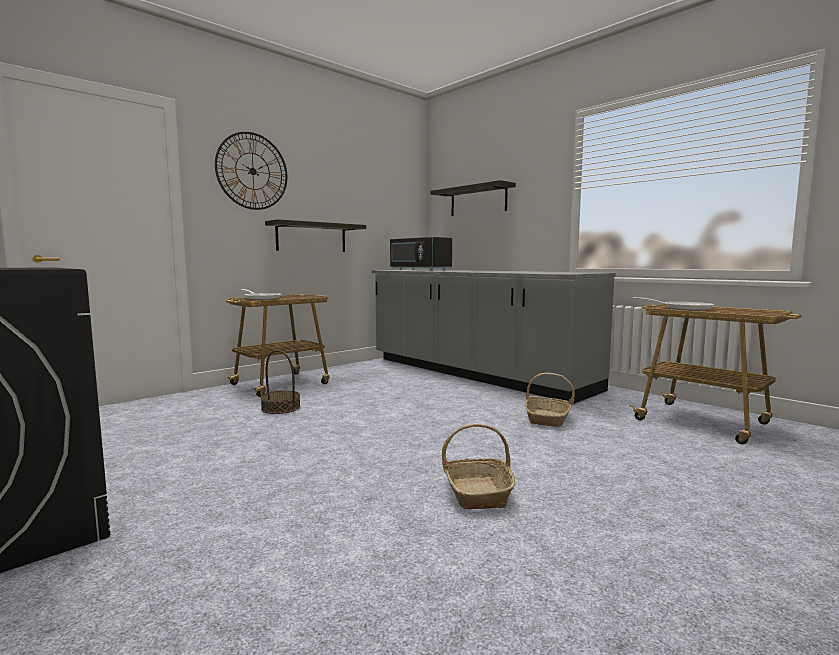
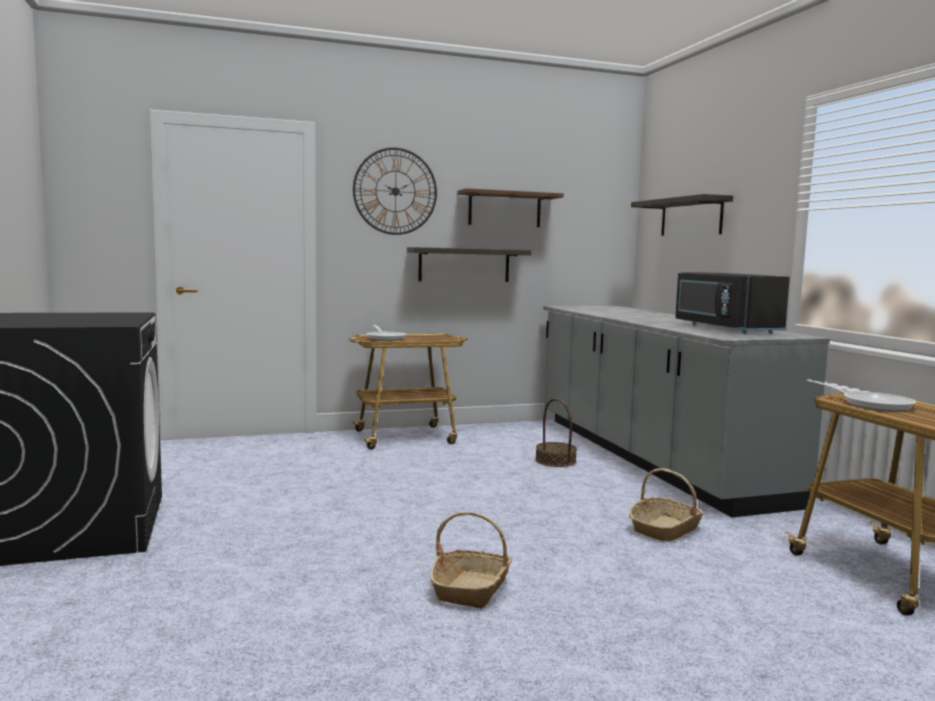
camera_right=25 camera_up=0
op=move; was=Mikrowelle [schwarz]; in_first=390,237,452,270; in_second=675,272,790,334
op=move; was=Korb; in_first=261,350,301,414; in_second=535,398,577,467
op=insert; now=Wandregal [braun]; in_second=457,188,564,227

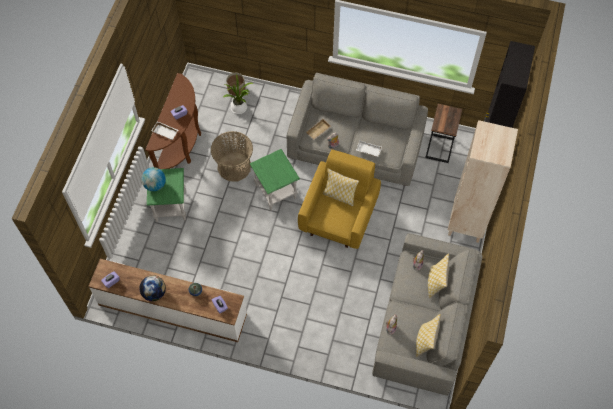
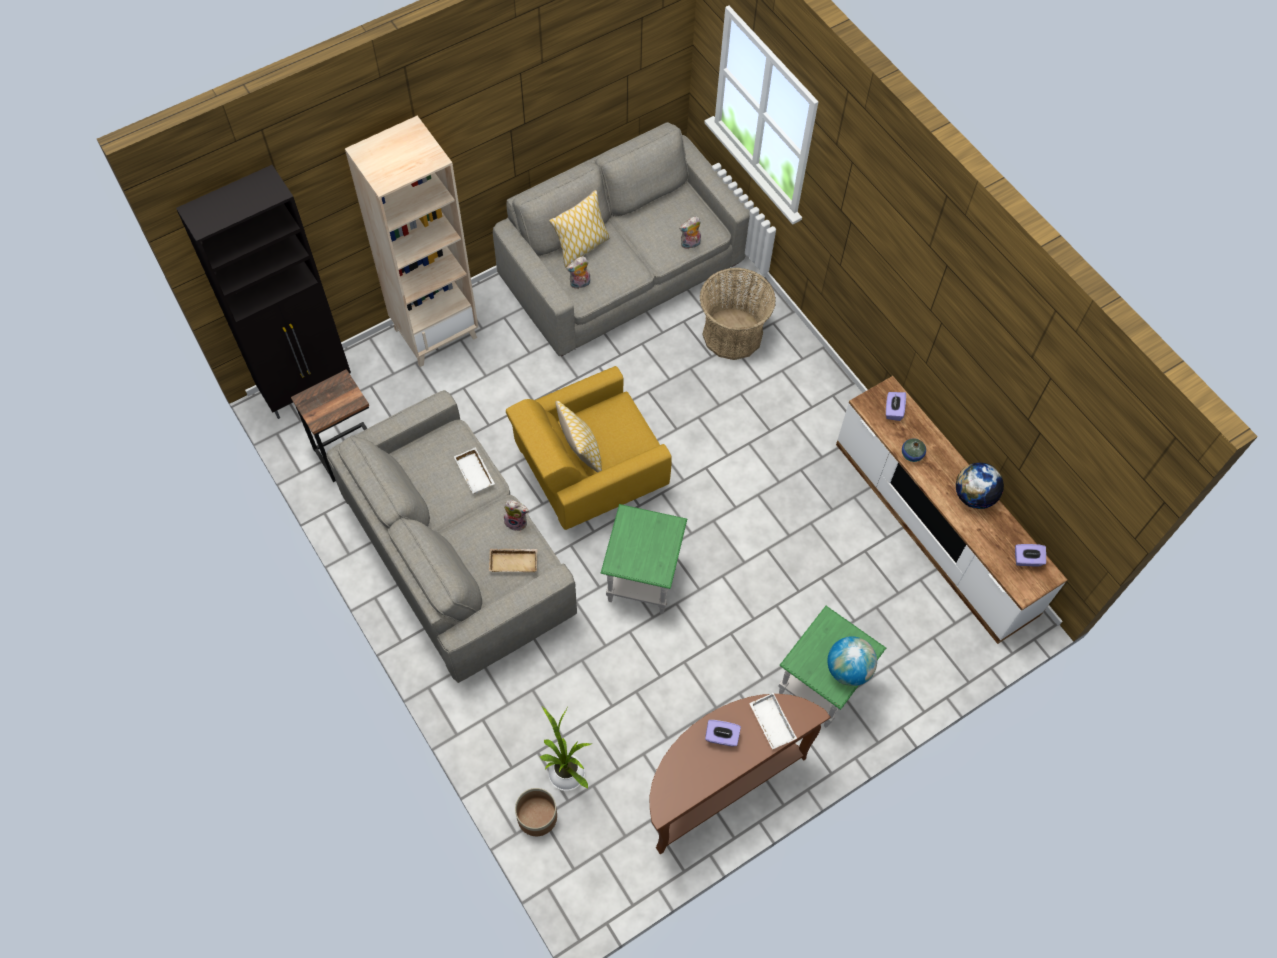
camera_right=-140 camera_up=0
op=move; was=Korb; in_first=211,131,253,182; in_second=700,268,776,360
op=delete; was=Kissen; in_first=416,314,441,357

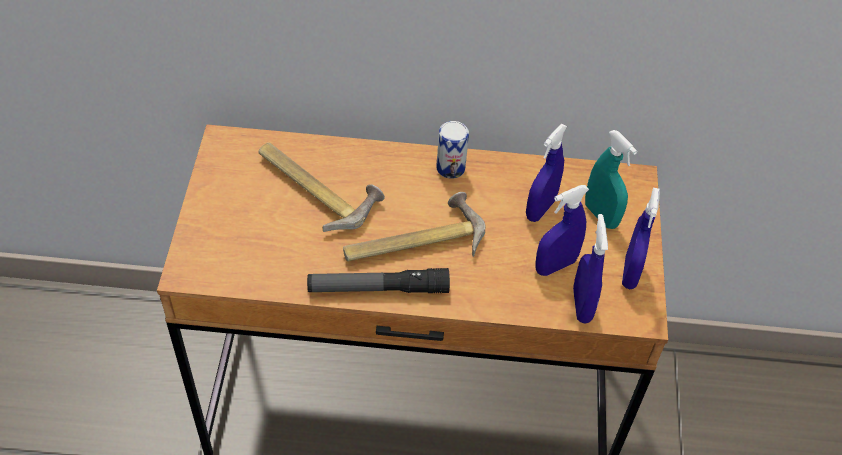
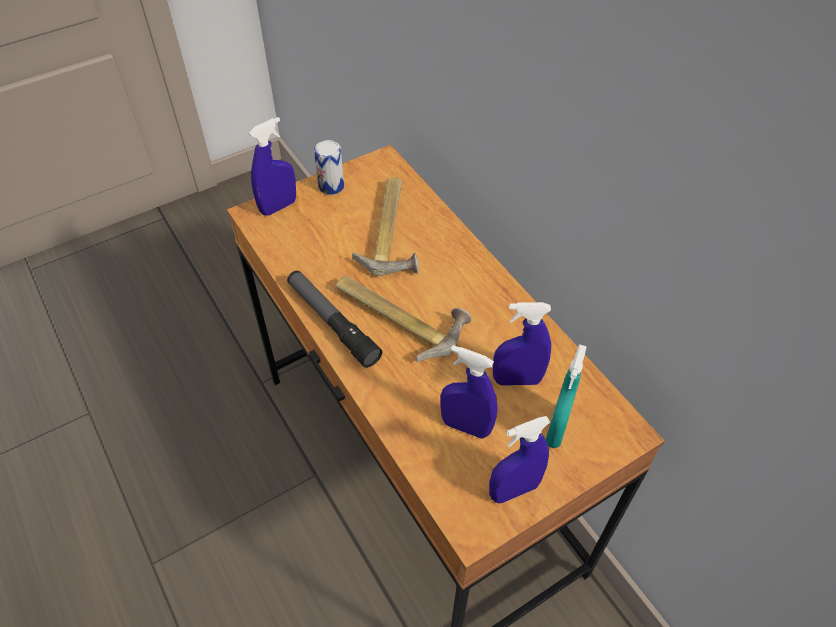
camera_right=55 camera_up=0
op=move; was=Dose; in_first=436,121,469,179; in_second=314,140,344,195
op=move; was=Sprühflasche [blau]; in_first=573,214,608,324; in_second=249,117,296,216

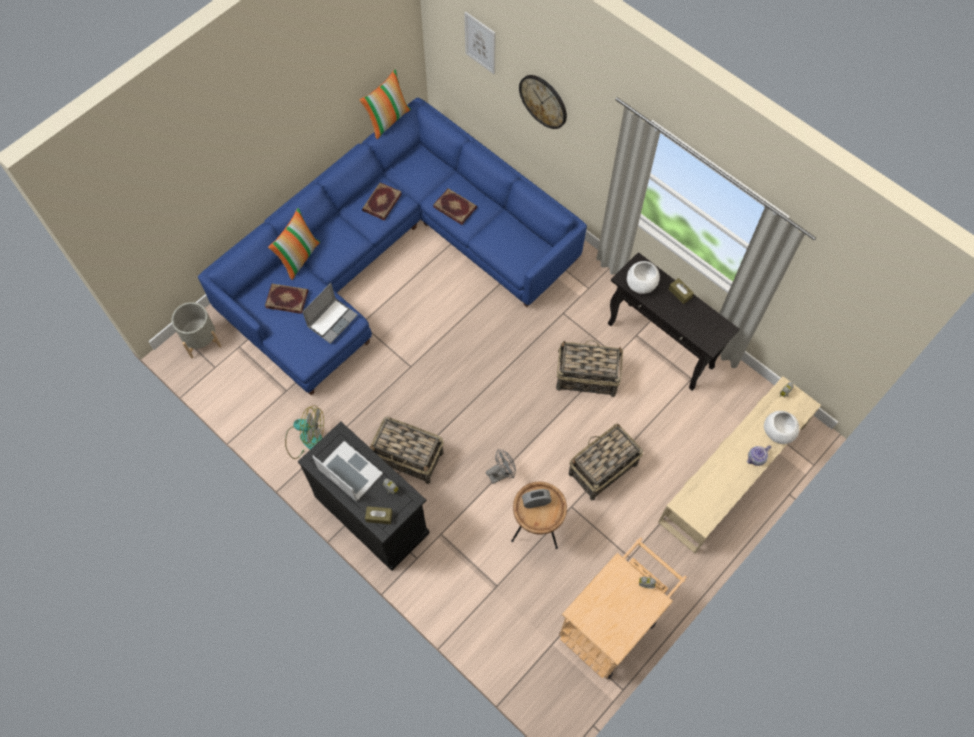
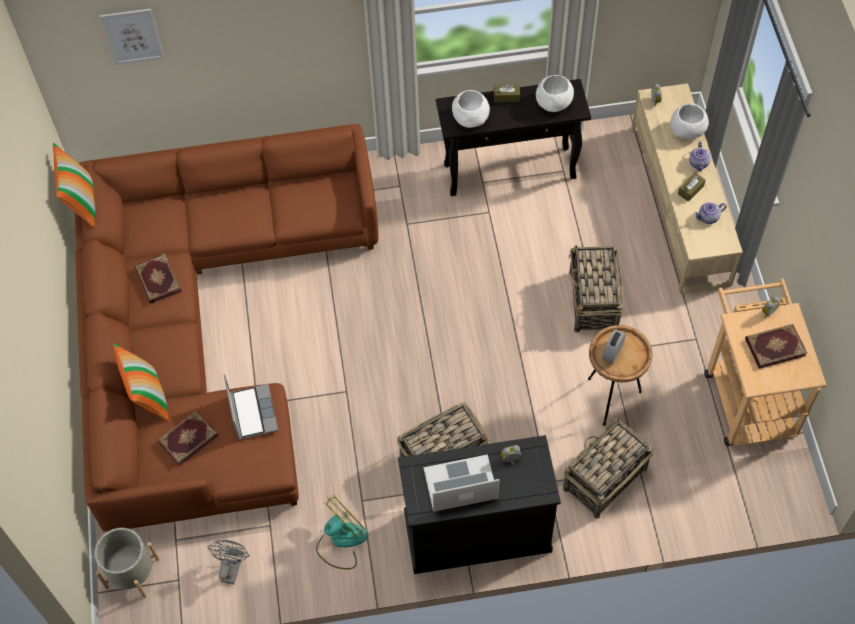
camera_right=-50 camera_up=-5
op=delete; was=Wanduhr; in_first=519,75,567,129
op=recolor; was=Sofa [blau]; now=Sofa [braun]; in_first=198,97,587,396; in_second=75,124,379,532
op=move; was=Buch; in_first=433,188,477,225; in_second=745,324,807,369
op=move; was=Korb; in_first=556,340,623,397; in_second=563,418,653,519
op=move; was=Ventilator [grau]; in_first=486,449,516,484; in_second=208,540,250,584
op=move; was=Taschentuchbox [braun]; in_first=365,506,392,524; in_second=678,173,706,202
op=insert; now=Schüssel [weiß]; in_second=536,75,574,112
op=insert; now=Teekanne; in_second=694,202,727,224

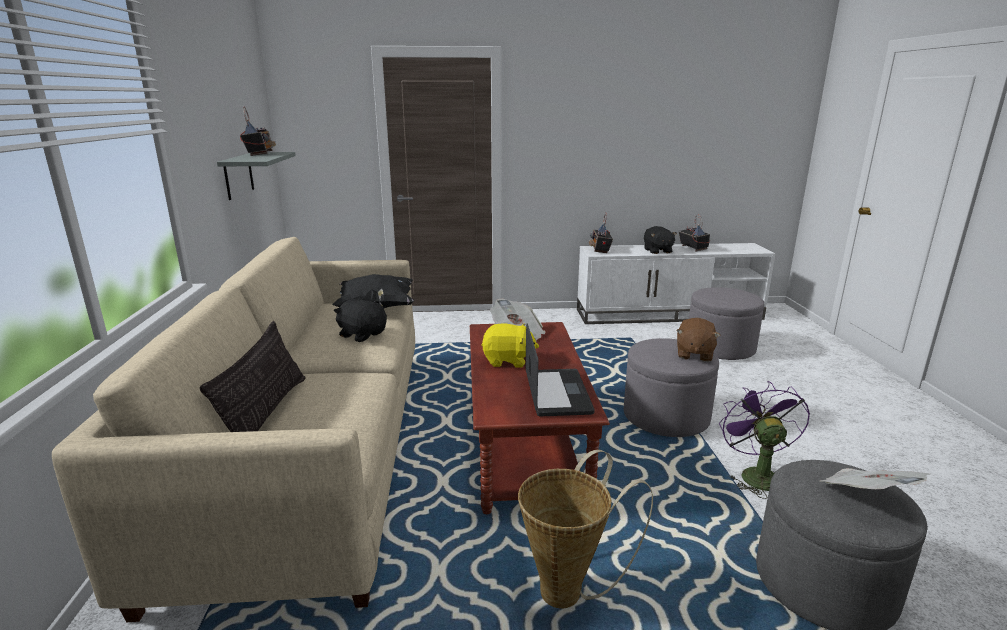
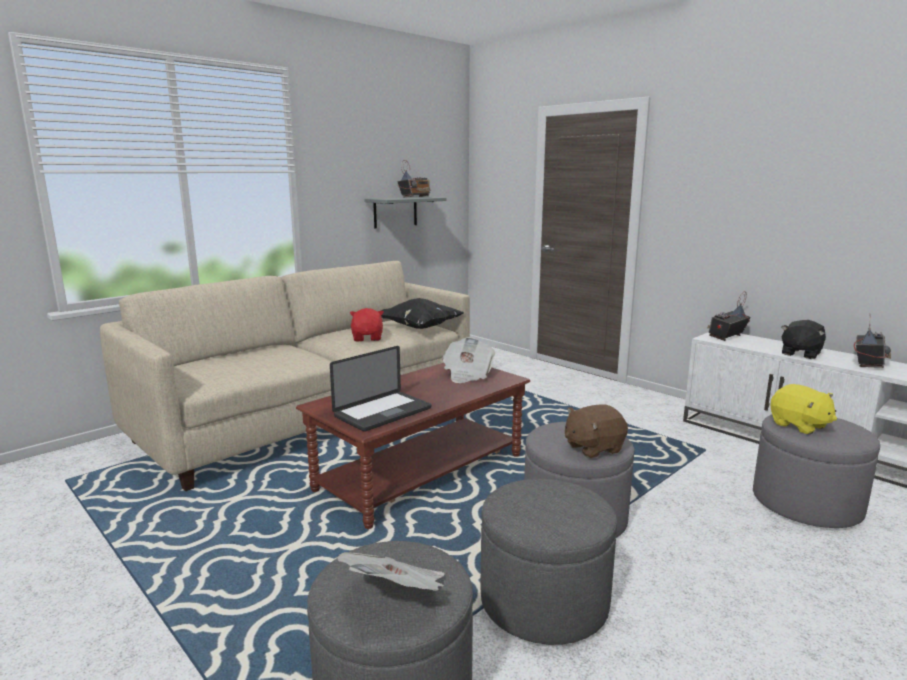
camera_right=50 camera_up=-5
op=recolor; was=Plüschtier [schwarz]; now=Plüschtier [rot]; in_first=334,298,387,342; in_second=350,308,384,341
op=delete; was=Kissen; in_first=200,321,306,432
op=move; was=Plüschtier [gelb]; in_first=481,323,539,368; in_second=770,384,837,435
op=replace; was=Ventilator [lila]; now=Polsterhocker [grau]; in_first=719,381,810,499; in_second=481,479,617,645
op=delete; was=Korb; in_first=518,449,653,608

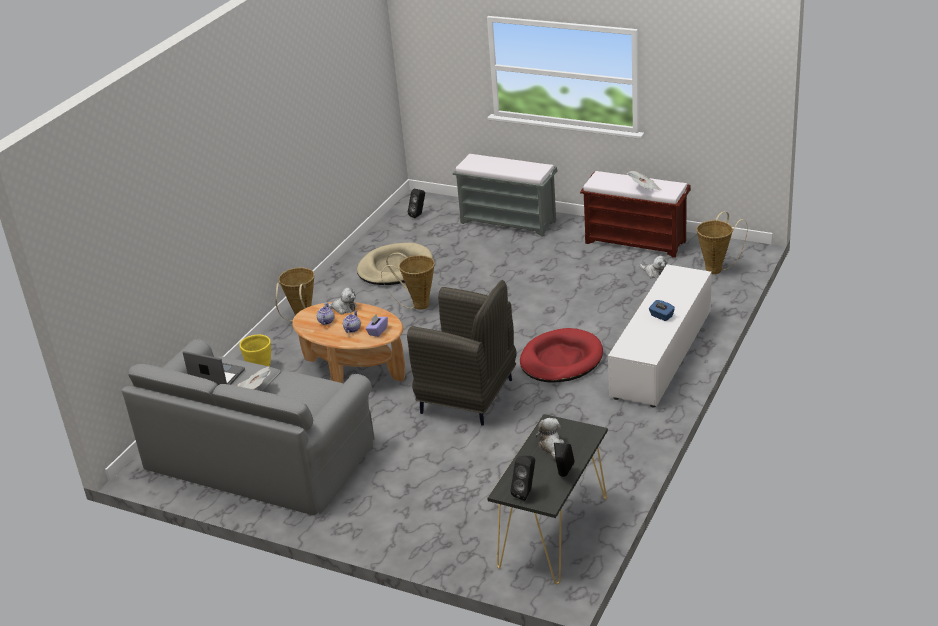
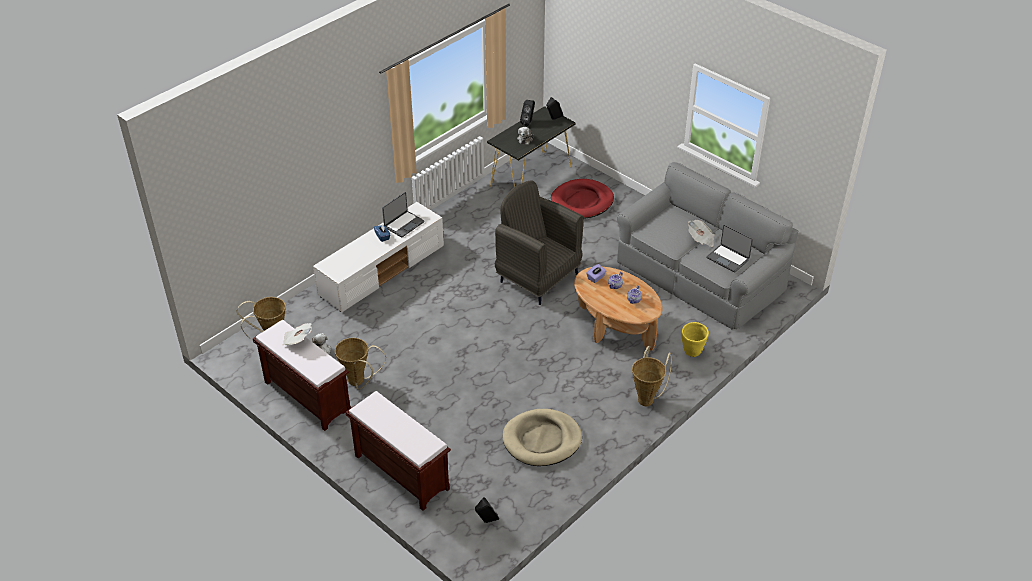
camera_right=-165 camera_up=10
op=recolor; was=Bank [grau]; now=Bank [braun]; in_first=453,154,557,237; in_second=346,391,451,511
op=move; was=Korb; in_first=381,252,435,310; in_second=335,338,386,389
op=delete; was=Plüschtier; in_first=324,288,357,314
op=move; was=Hundebett [rot]; in_first=520,328,603,383; in_second=551,179,614,218
op=insert; now=Laptop; in_second=382,192,424,238

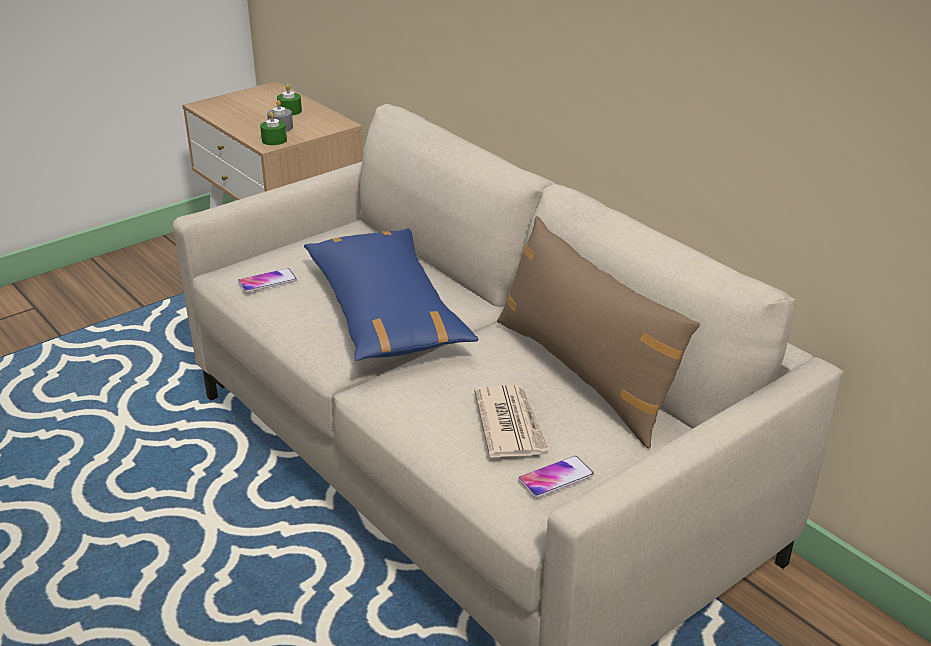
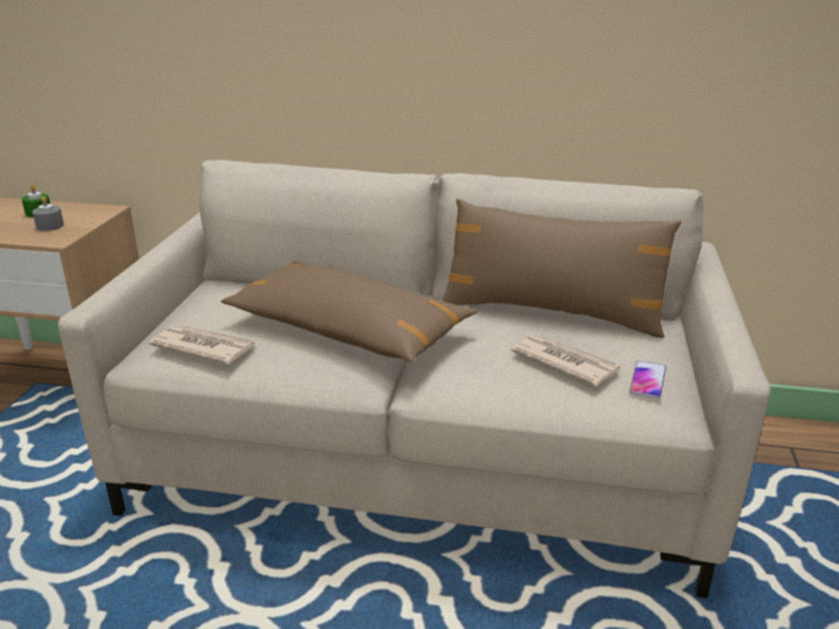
camera_right=-40 camera_up=-5
op=delete; was=Kerze [grün]; in_first=260,112,287,145
op=recolor; was=Kissen [blau]; now=Kissen [braun]; in_first=304,228,478,361; in_second=221,261,477,362
op=replace; was=Handy; now=Zeitung; in_first=238,268,297,292; in_second=149,324,255,365

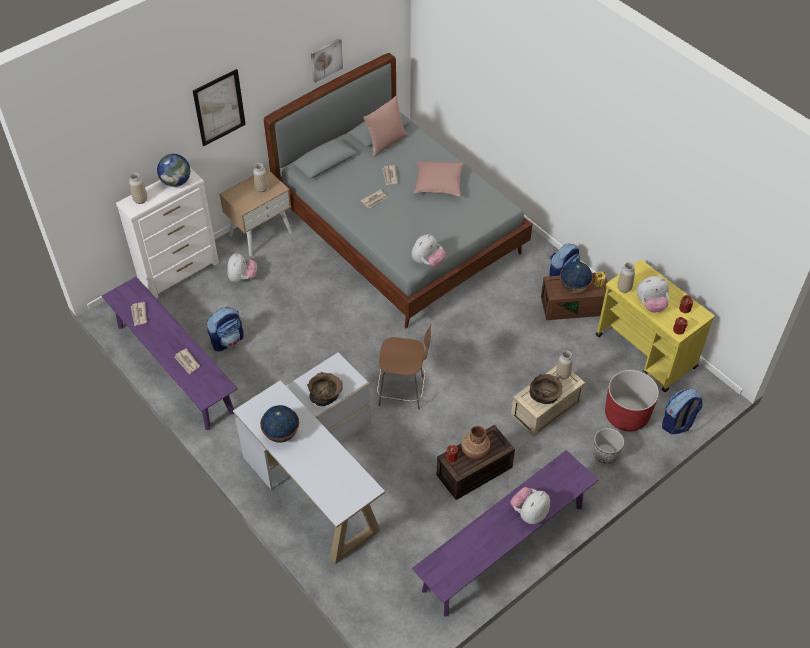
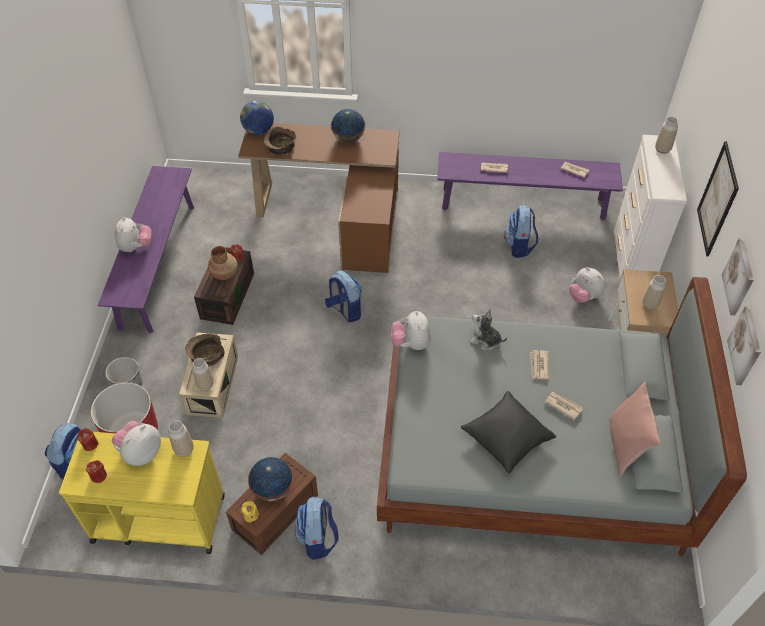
camera_right=135 camera_up=0
op=move; was=Globus; in_first=157,154,190,187; in_second=240,101,274,135
op=recolor; was=Kissen [rosa]; now=Kissen [schwarz]; in_first=413,161,464,197; in_second=461,391,556,474
op=replace; was=Stuhl [braun]; now=Rucksack; in_first=377,324,431,410; in_second=325,270,362,323
op=recolor; was=Schreibtisch [weiß]; now=Schreibtisch [braun]; in_first=233,352,385,564; in_second=238,123,400,273
op=move; was=Schüssel [braun]; in_first=307,372,343,406; in_second=264,126,296,155
op=insert; now=Bild; in_second=722,239,754,315
op=insert; now=Plüschtier; in_second=470,309,507,350

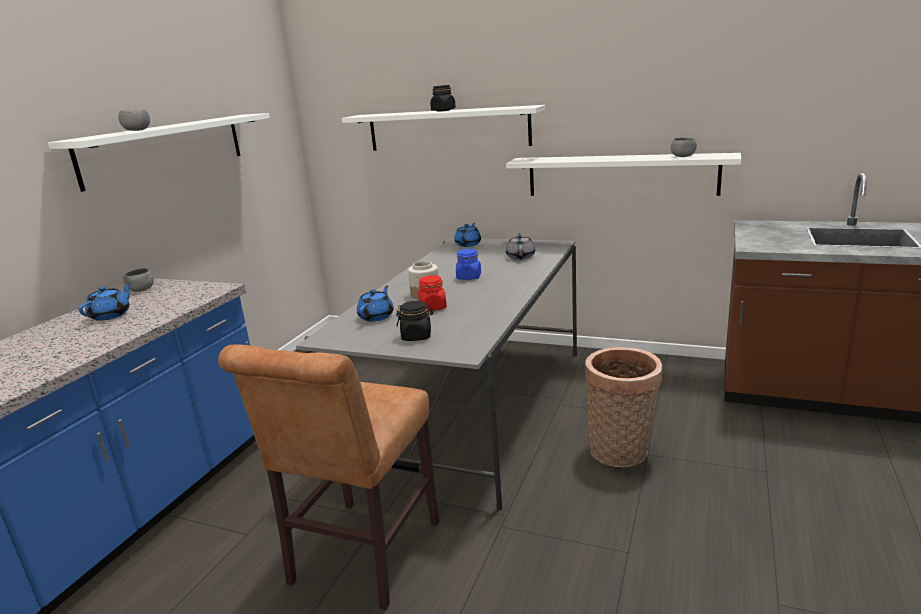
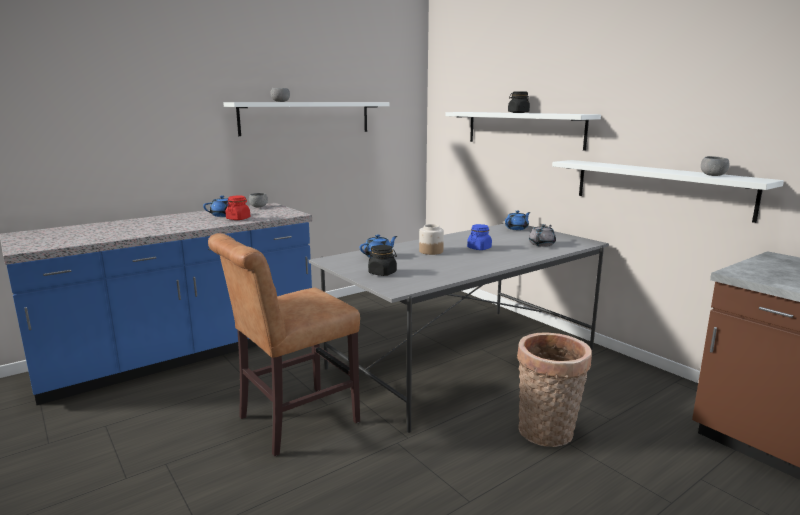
camera_right=30 camera_up=-5
op=move; was=Vorratsglas [rot]; in_first=418,275,447,311; in_second=226,196,250,220

